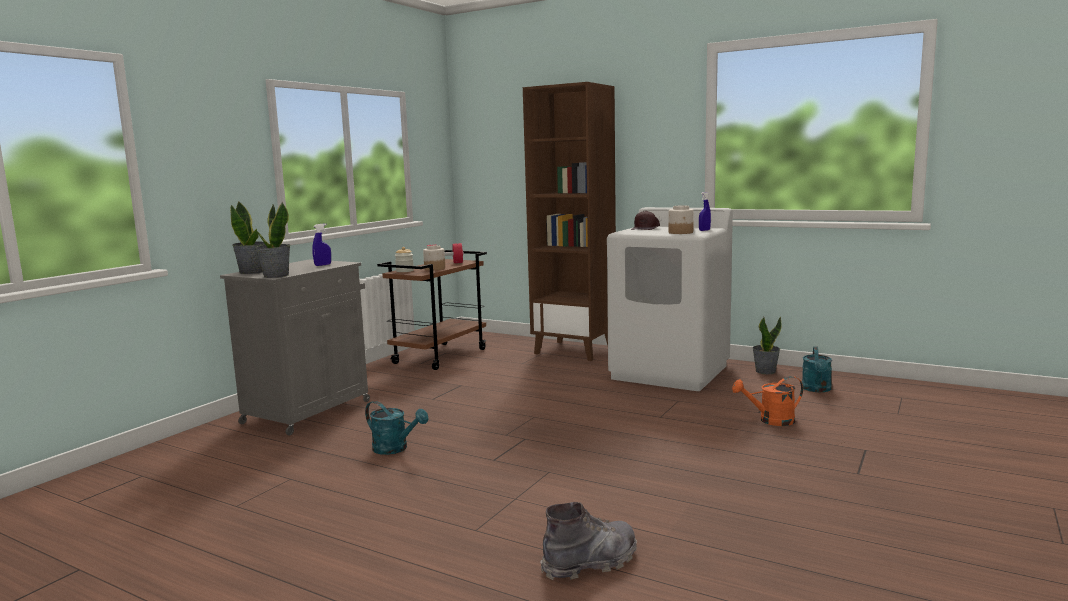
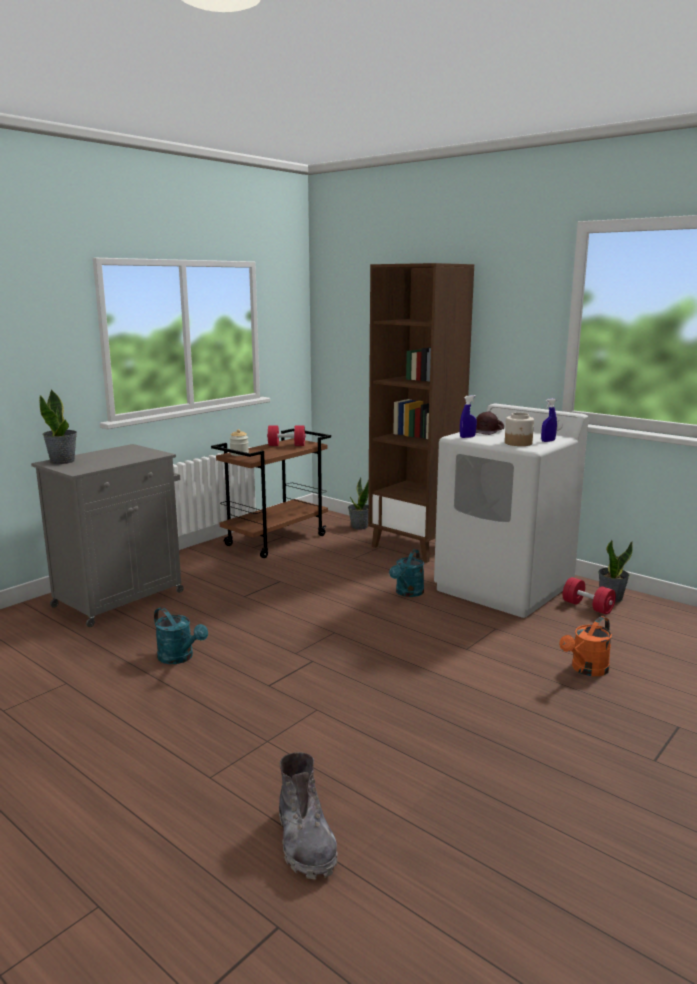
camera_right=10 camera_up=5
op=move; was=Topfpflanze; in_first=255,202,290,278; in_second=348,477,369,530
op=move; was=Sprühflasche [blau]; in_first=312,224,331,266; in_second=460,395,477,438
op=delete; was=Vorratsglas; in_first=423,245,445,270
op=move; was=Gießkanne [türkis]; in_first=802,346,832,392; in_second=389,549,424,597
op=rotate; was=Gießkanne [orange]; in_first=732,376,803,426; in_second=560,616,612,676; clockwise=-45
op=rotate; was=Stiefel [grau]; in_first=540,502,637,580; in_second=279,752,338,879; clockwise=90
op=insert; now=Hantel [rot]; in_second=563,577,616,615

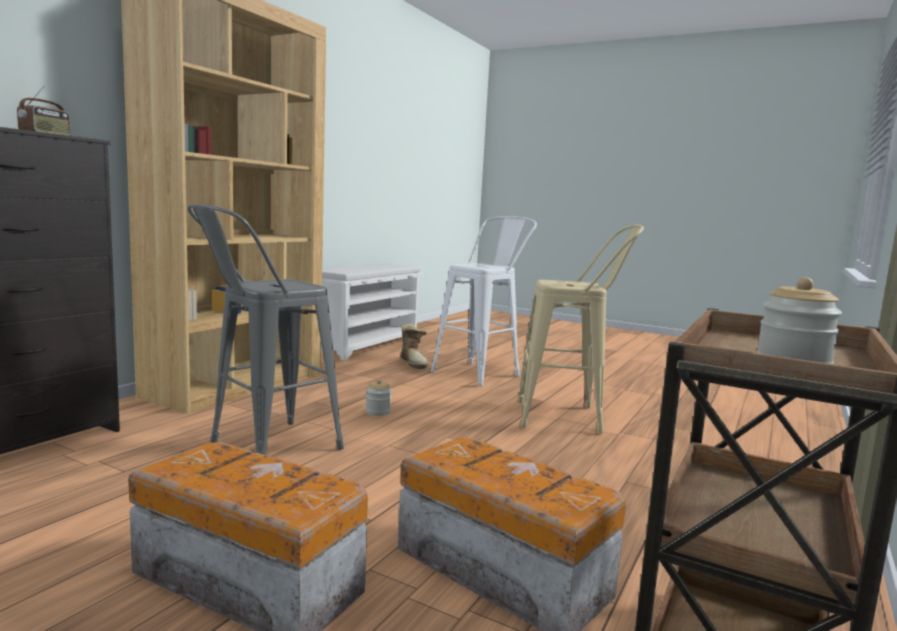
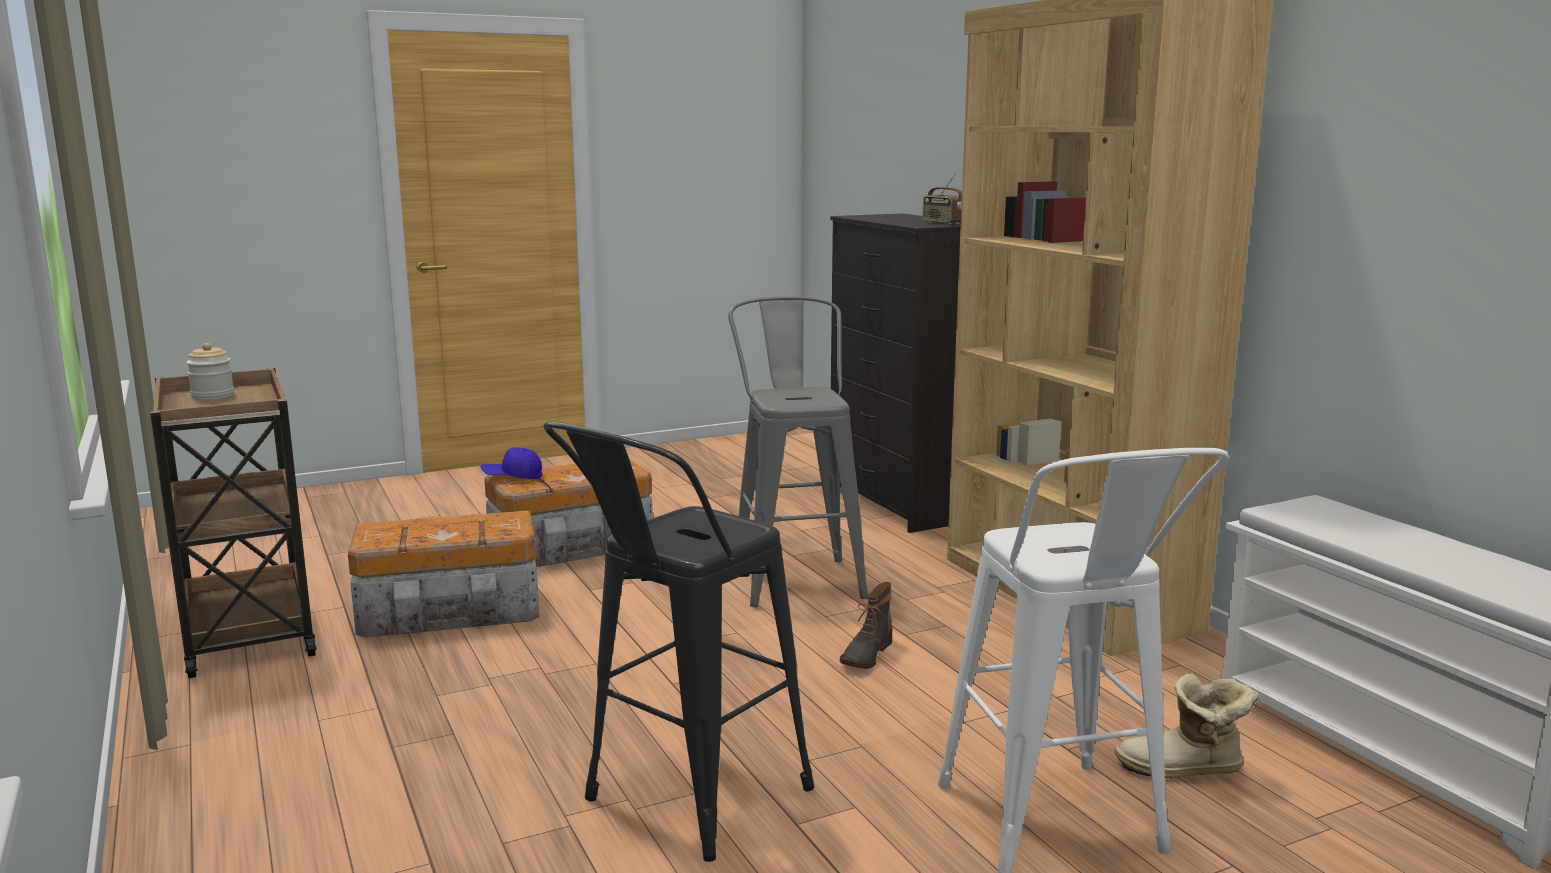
camera_right=125 camera_up=5
op=recolor; was=Hocker [beige]; now=Hocker [schwarz]; in_first=518,225,644,433; in_second=543,421,814,862
op=replace; was=Vorratsglas; now=Stiefel; in_first=366,379,392,416; in_second=840,582,893,669
op=insert; now=Kappe [blau]; in_second=481,447,542,479

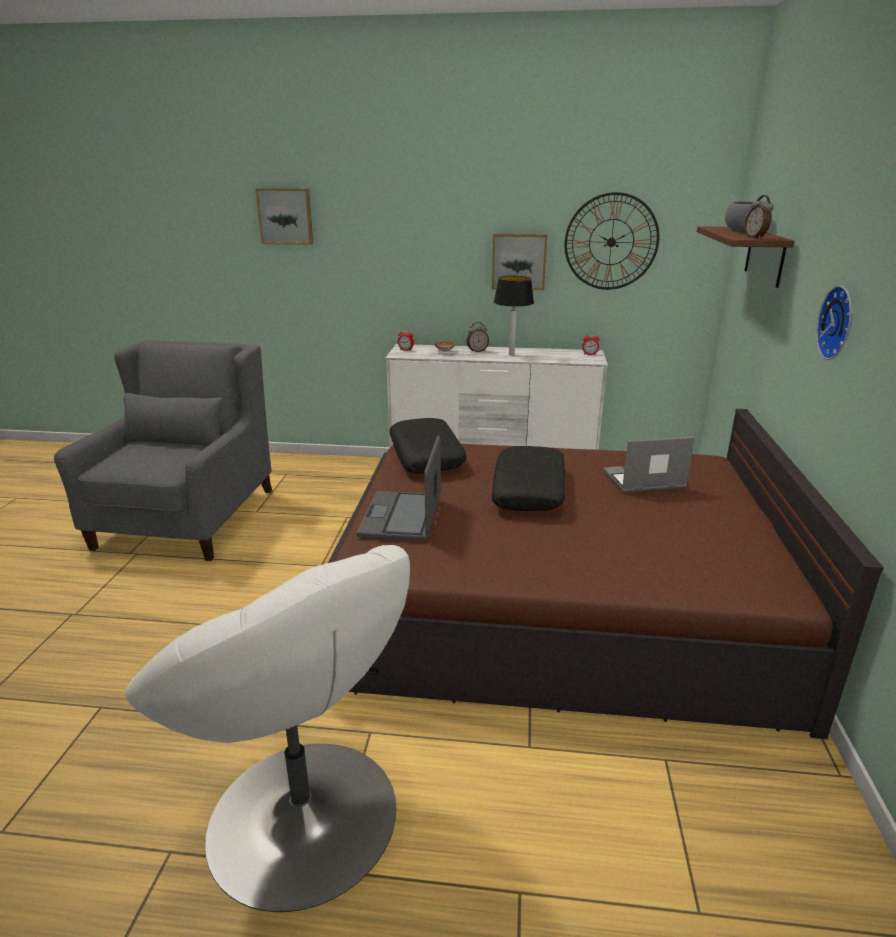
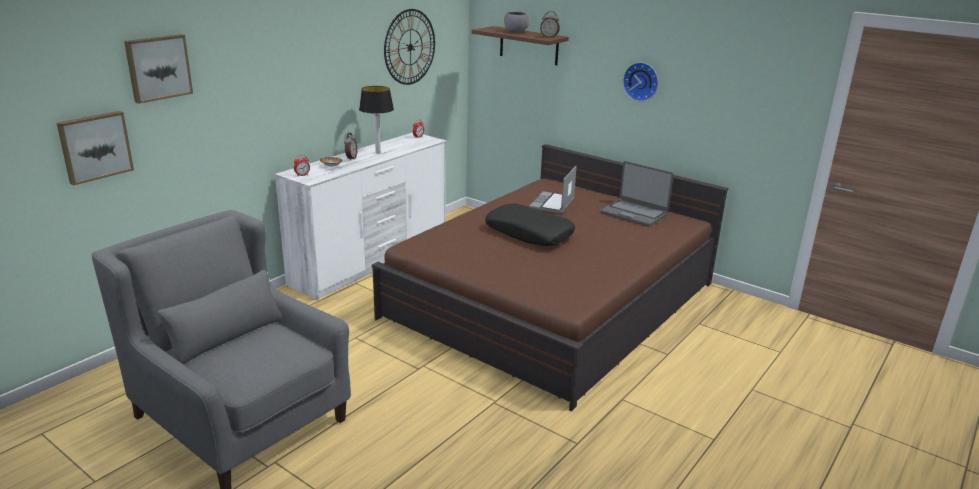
camera_right=-60 camera_up=0
op=move; was=Bild; in_first=492,234,547,290; in_second=57,111,134,185
op=delete; was=Kissen [schwarz]; in_first=389,418,467,474
op=move; was=Laptop; in_first=357,436,441,541; in_second=600,161,674,227
op=delete; was=Sessel [weiß]; in_first=126,545,410,912

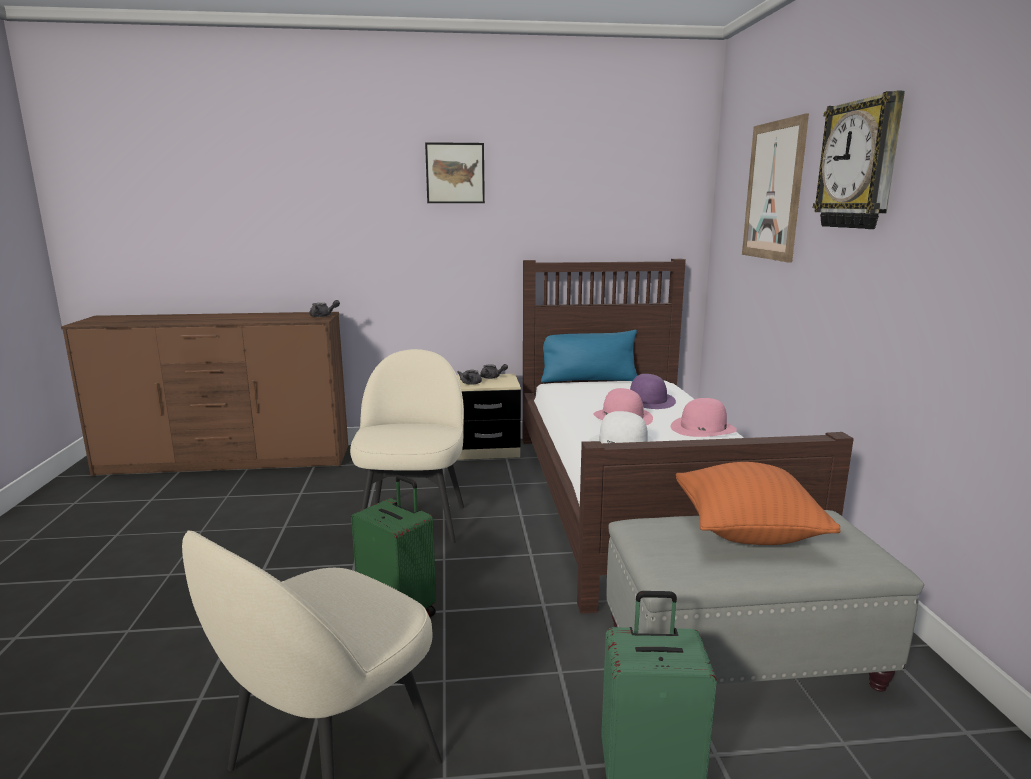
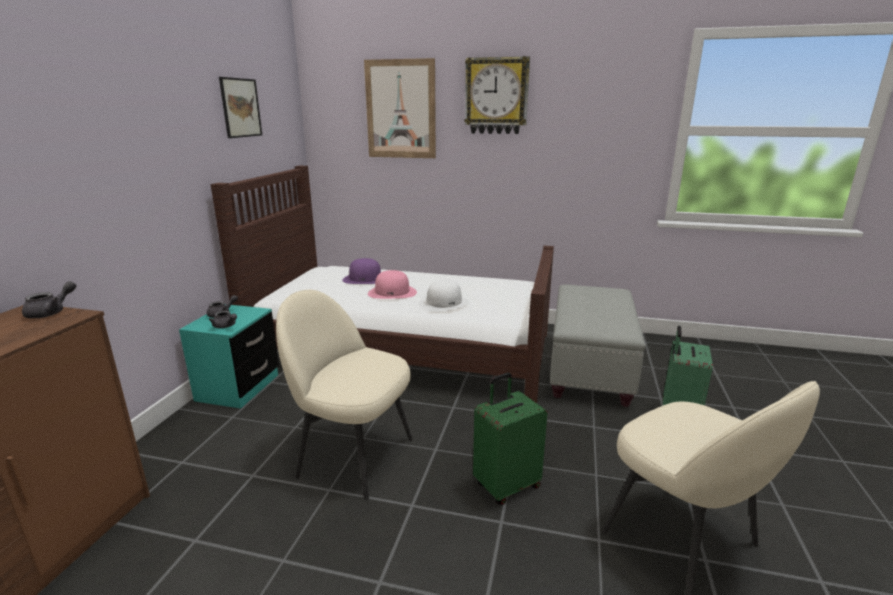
camera_right=-70 camera_up=5
op=move; was=Bild; in_first=425,142,485,203; in_second=219,77,262,138
op=delete; was=Kissen [blau]; in_first=541,330,638,383
op=recolor; was=Nachttisch [beige]; now=Nachttisch [türkis]; in_first=457,374,521,460; in_second=179,304,279,409
op=delete; was=Hut [rosa]; in_first=671,398,737,437
op=delete; was=Kissen [orange]; in_first=676,462,840,545

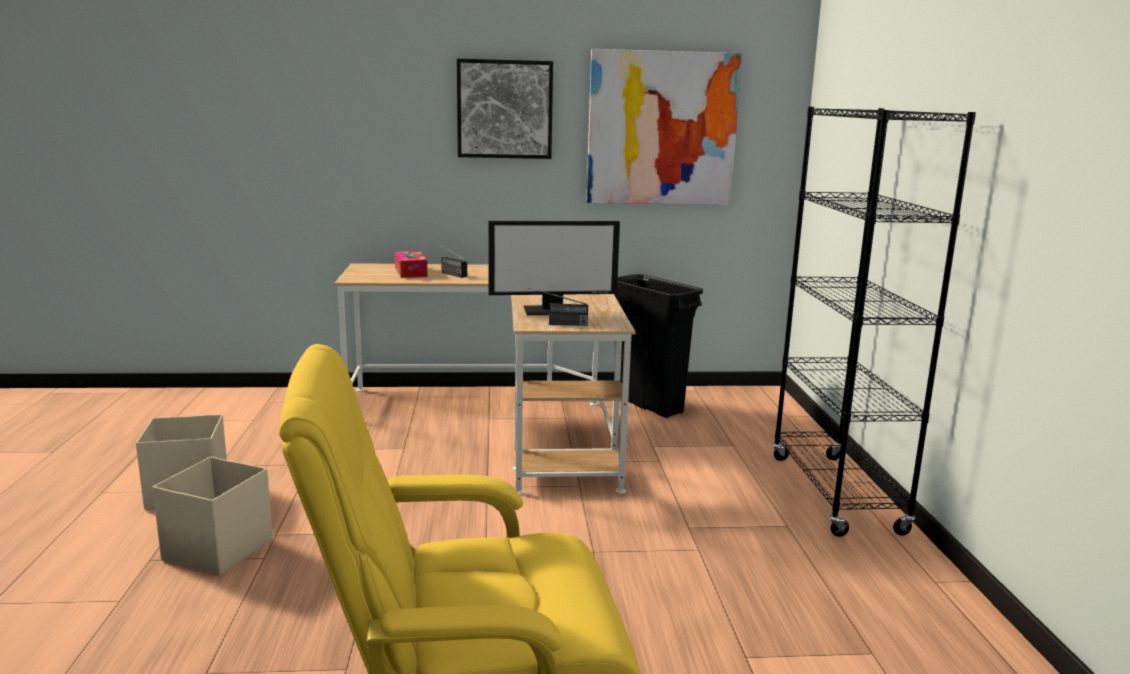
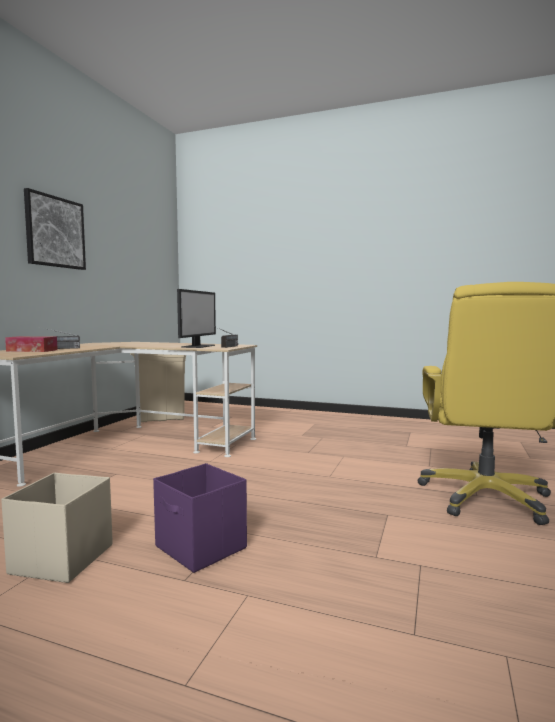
camera_right=-65 camera_up=-10
op=delete; was=Bild; in_first=586,49,742,205
op=delete; was=Bücherregal [schwarz]; in_first=772,107,976,537
op=recolor; was=Mülleimer [schwarz]; now=Mülleimer [beige]; in_first=614,274,703,418; in_second=130,353,186,422
op=recolor; was=Aufbewahrungsbox [beige]; now=Aufbewahrungsbox [lila]; in_first=152,457,273,576; in_second=153,463,247,573

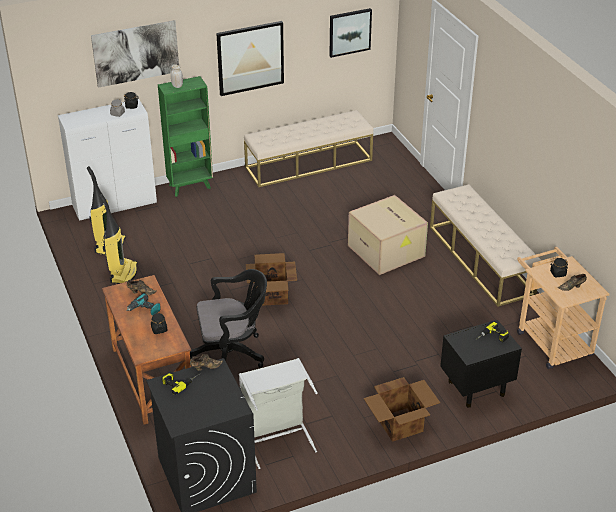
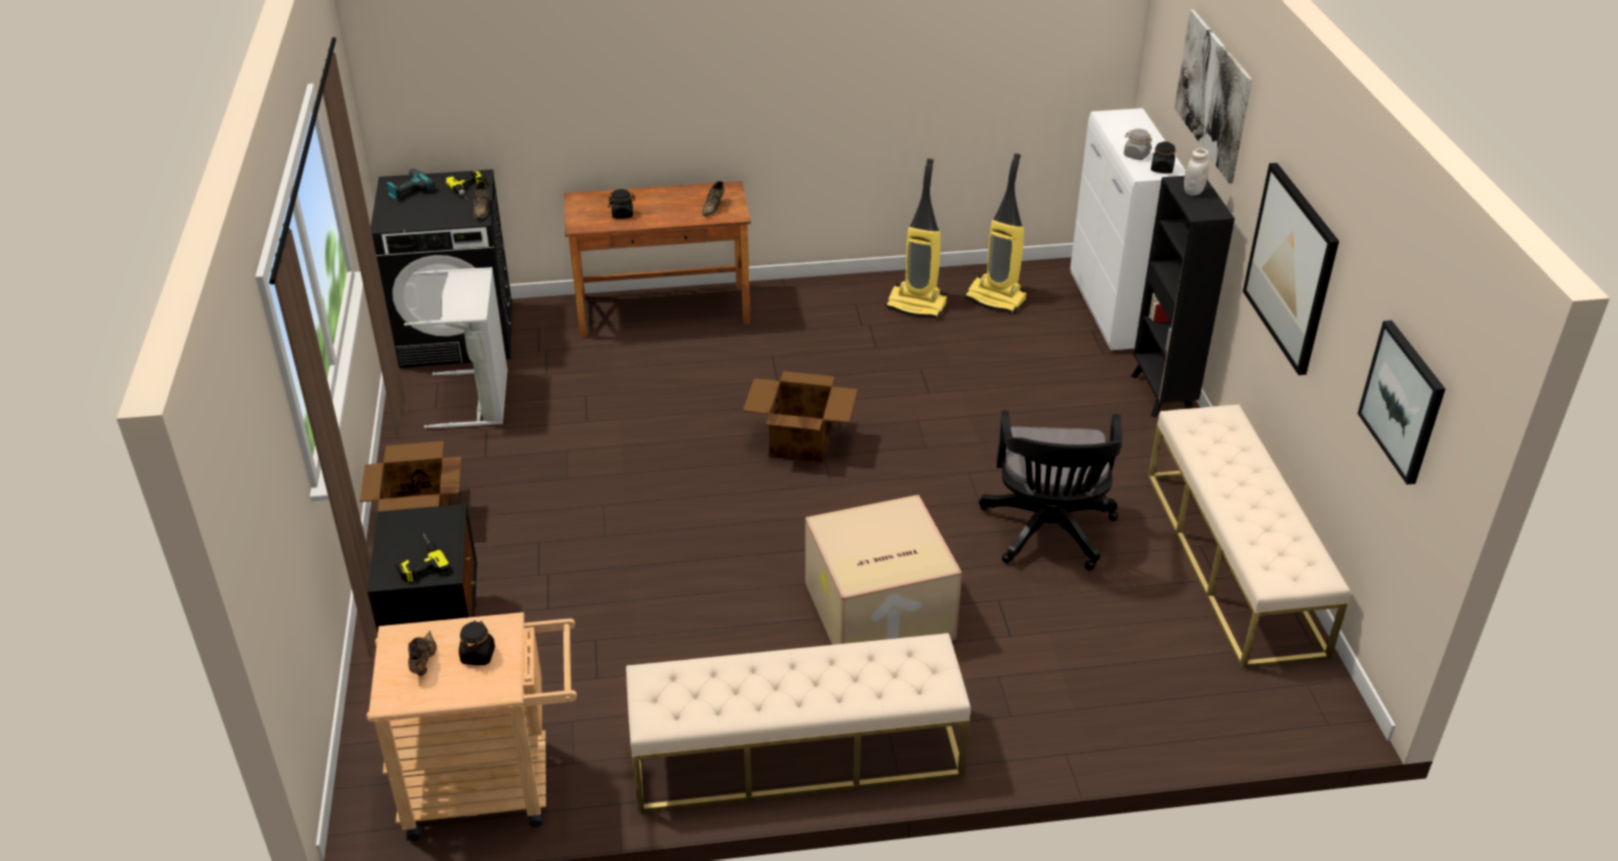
camera_right=105 camera_up=0
op=recolor; was=Bücherregal [grün]; now=Bücherregal [schwarz]; in_first=158,76,213,197; in_second=1131,176,1235,418
op=move; was=Bürostuhl [schwarz]; in_first=190,269,267,368; in_second=979,410,1122,571
op=move; was=Bohrmaschine; in_first=126,293,161,316; in_second=387,168,435,200

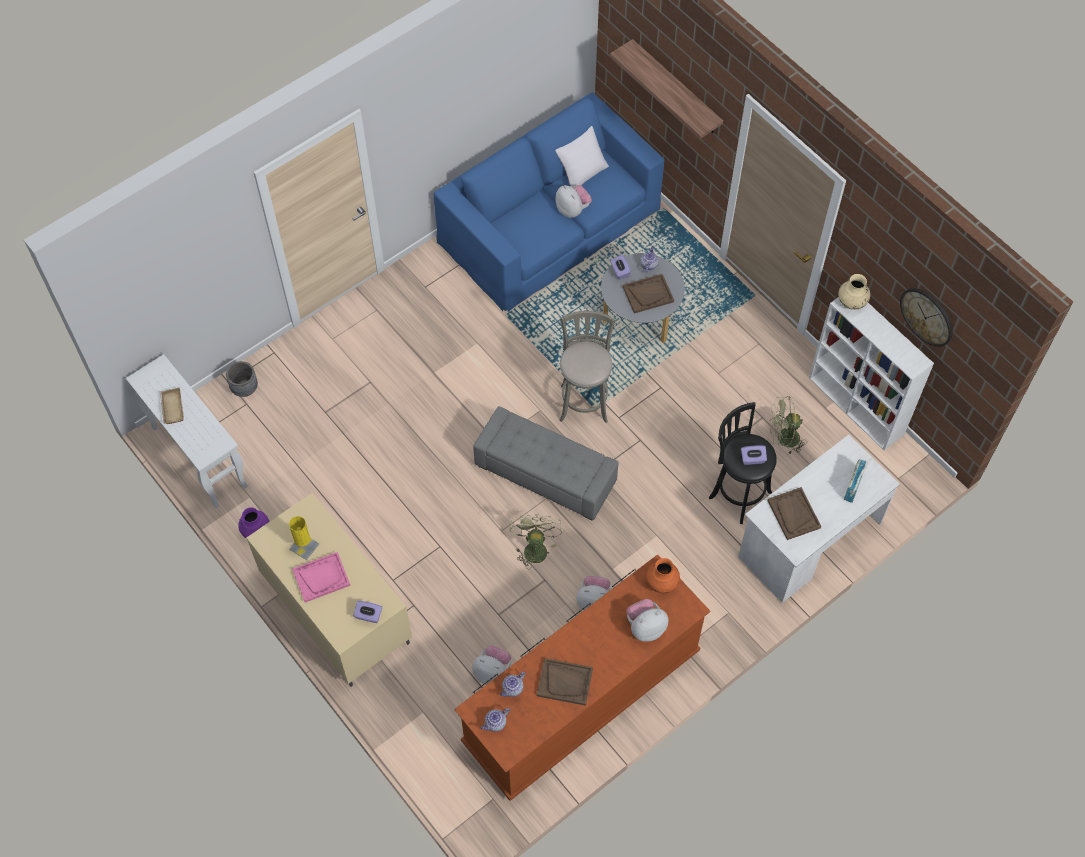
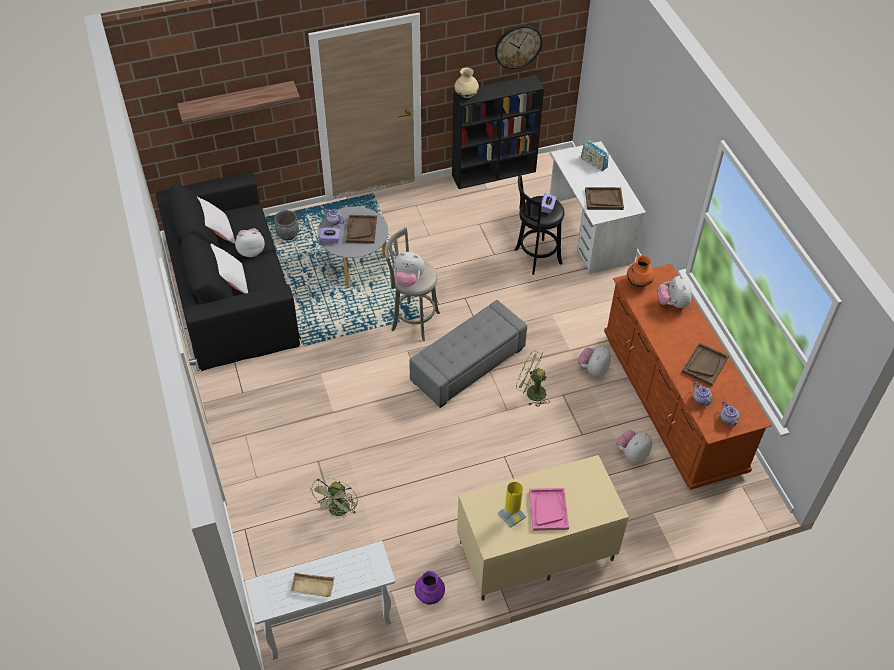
camera_right=-70 camera_up=-10
op=recolor; was=Sofa [blau]; now=Sofa [schwarz]; in_first=434,92,664,312; in_second=156,172,302,371
op=recolor; was=Bücherregal [weiß]; now=Bücherregal [schwarz]; in_first=809,297,934,451; in_second=452,75,544,189
op=move; was=Pflanzkübel [grau]; in_first=226,361,258,397; in_second=274,210,299,240
op=move; was=Ventilator [grün]; in_first=769,396,807,455; in_second=310,477,358,518
op=delete; was=Taschentuchbox [lila]; in_first=353,601,382,623
op=insert; now=Kissen [weiß]; in_second=211,244,248,294
op=insert; now=Plüschtier; in_second=394,252,425,287

